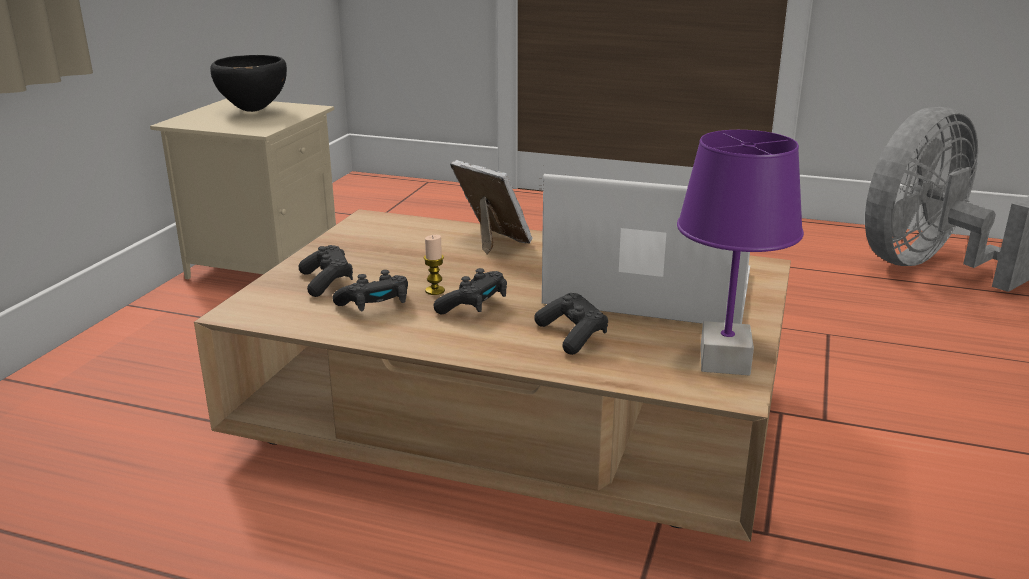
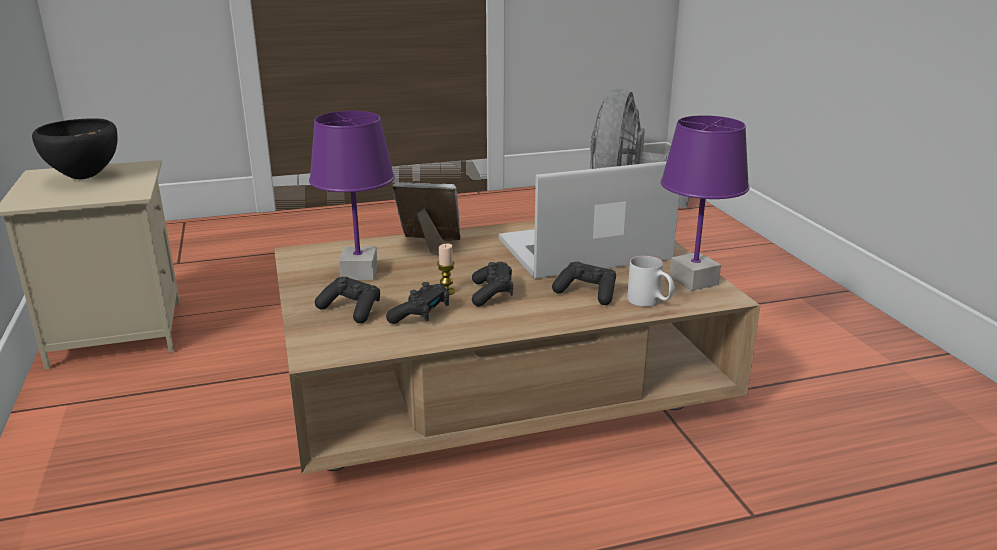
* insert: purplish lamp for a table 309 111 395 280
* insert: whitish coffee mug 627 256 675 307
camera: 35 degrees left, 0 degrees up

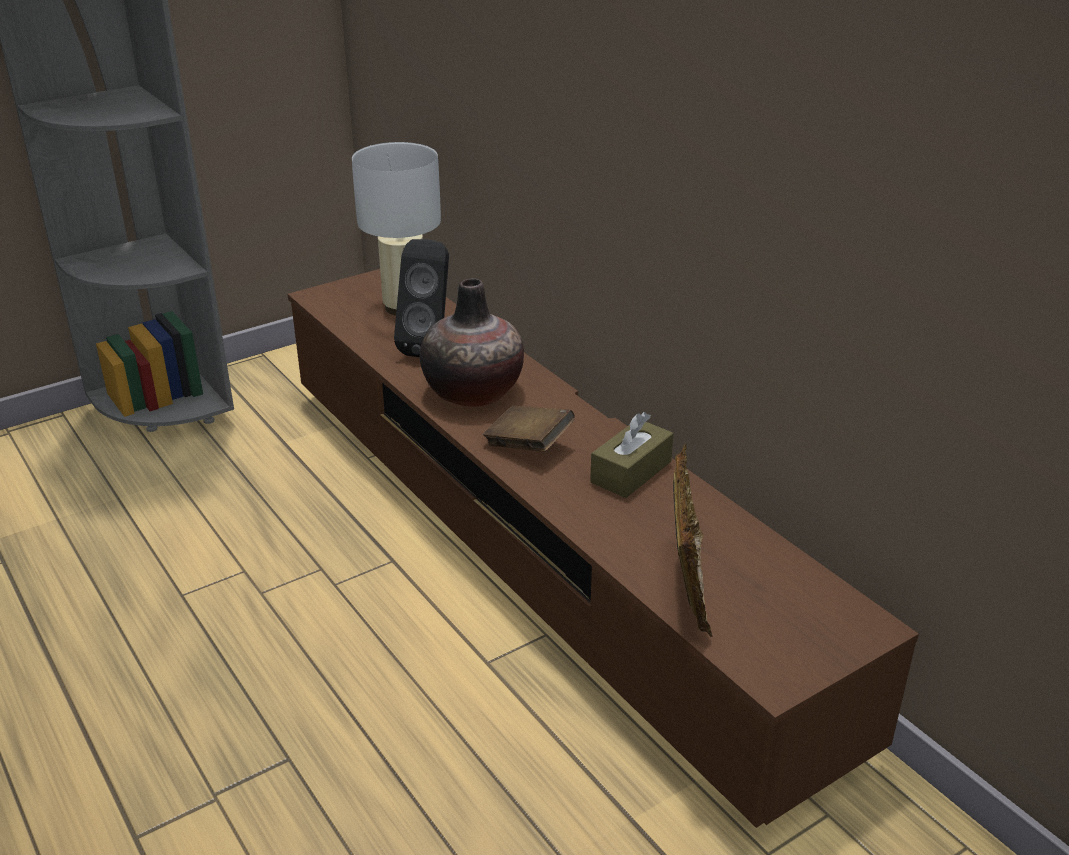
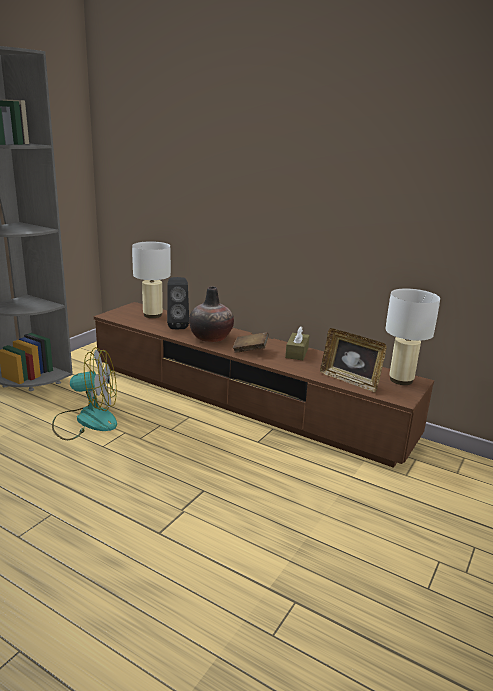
* insert: electric fan 52 347 117 440
* rotate: photo frame 673 444 713 637 = 320 328 386 393 150 degrees clockwise
* insert: whitish lamp for a table 386 288 440 385
camera: 25 degrees left, 10 degrees down

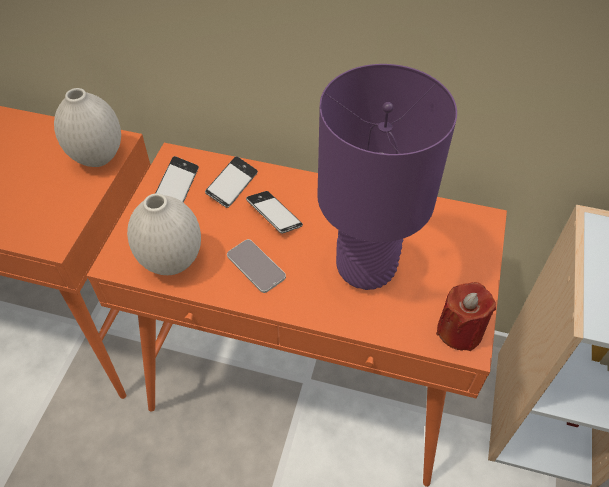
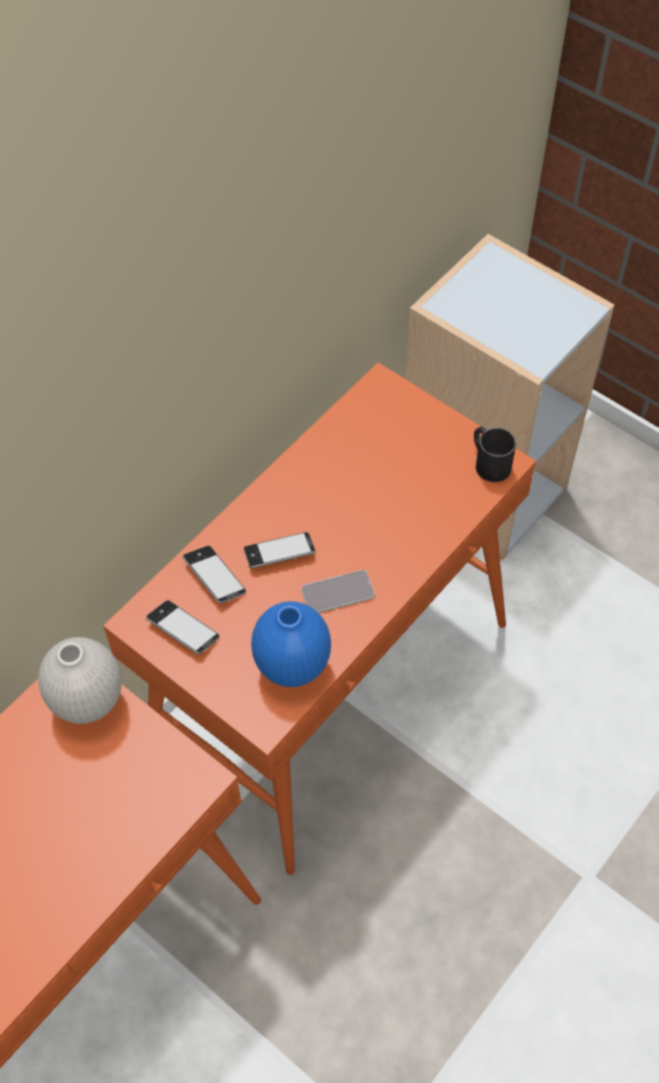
* recolor: whitish decorative vase 127 193 201 275 to bluish decorative vase 251 601 331 687
* replace: red-coloured wax candle 436 282 496 351 to black coffee mug 474 427 516 482
* delete: purplish lamp for a table 317 64 457 290
camera: 65 degrees left, 5 degrees up

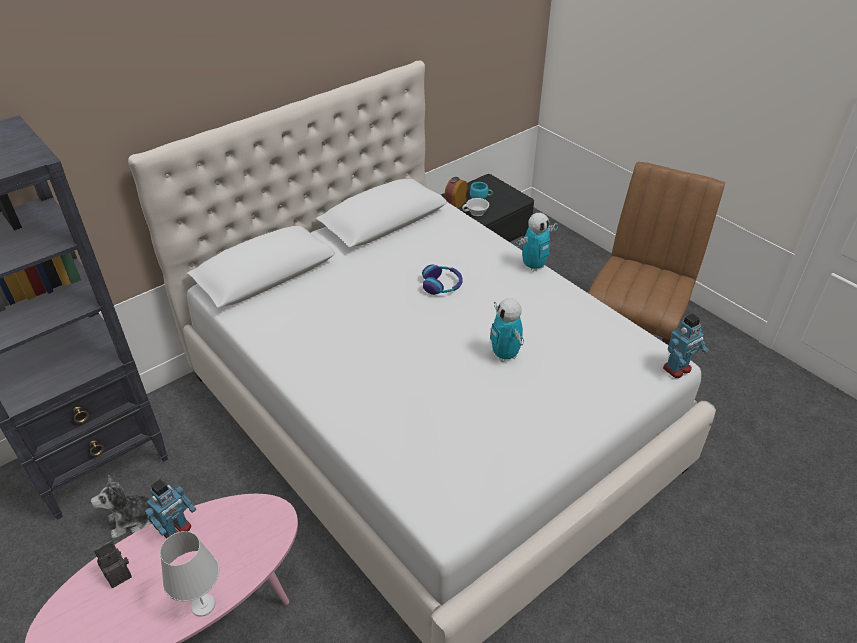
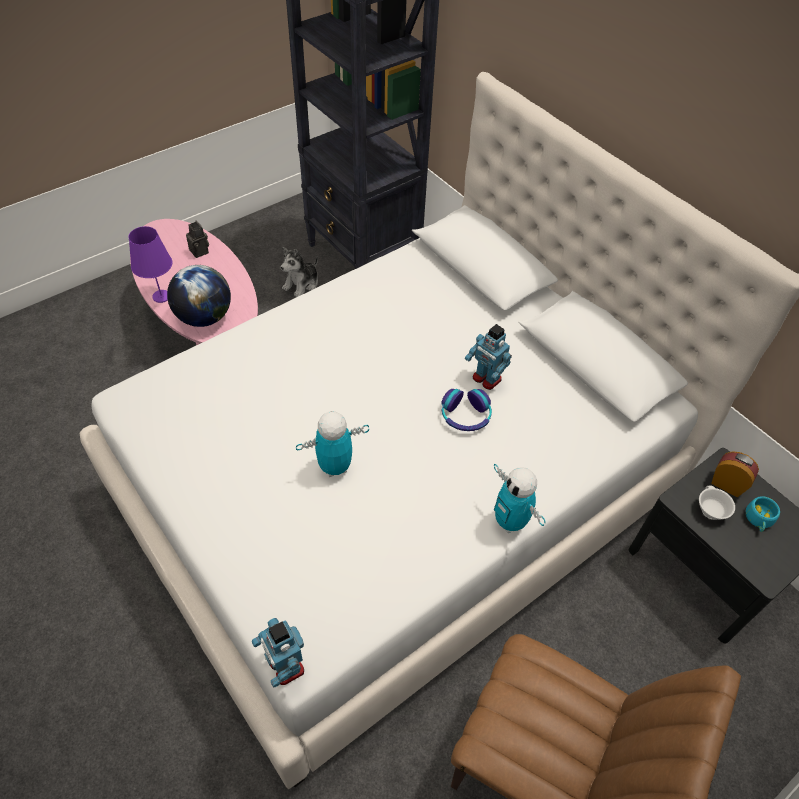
* recolor: whitish lamp for a table 160 531 219 617 to purplish lamp for a table 128 226 173 303
* insert: globe 167 265 231 327
* rotate: plush toy 91 475 151 539 = 281 247 318 297 120 degrees counterclockwise
* move: toy robot 145 479 196 538 to 465 324 512 390
camera: 90 degrees right, 10 degrees up

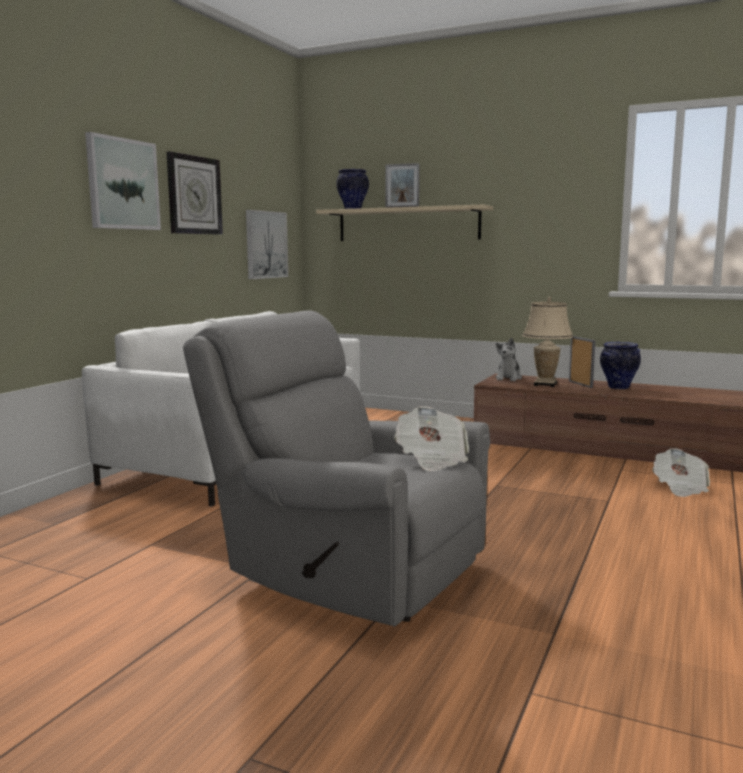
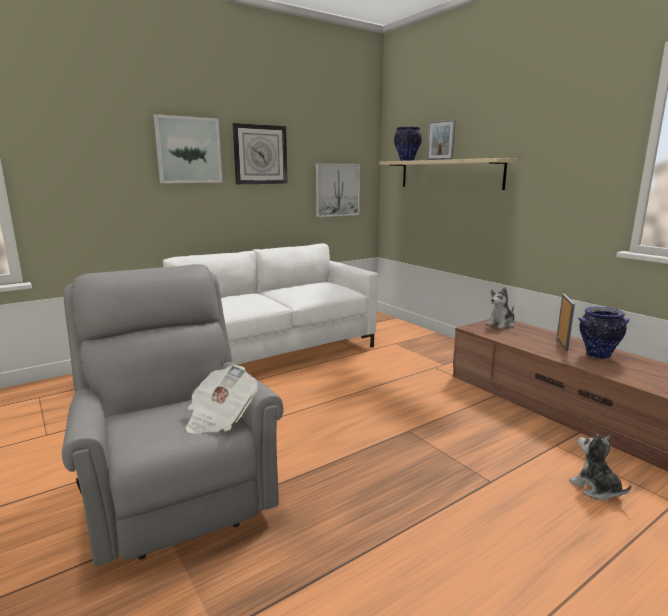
* replace: printed paper 652 448 710 497 to plush toy 569 434 632 500
* delete: sand-coloured lamp for a table 522 297 573 387
camera: 30 degrees right, 5 degrees up

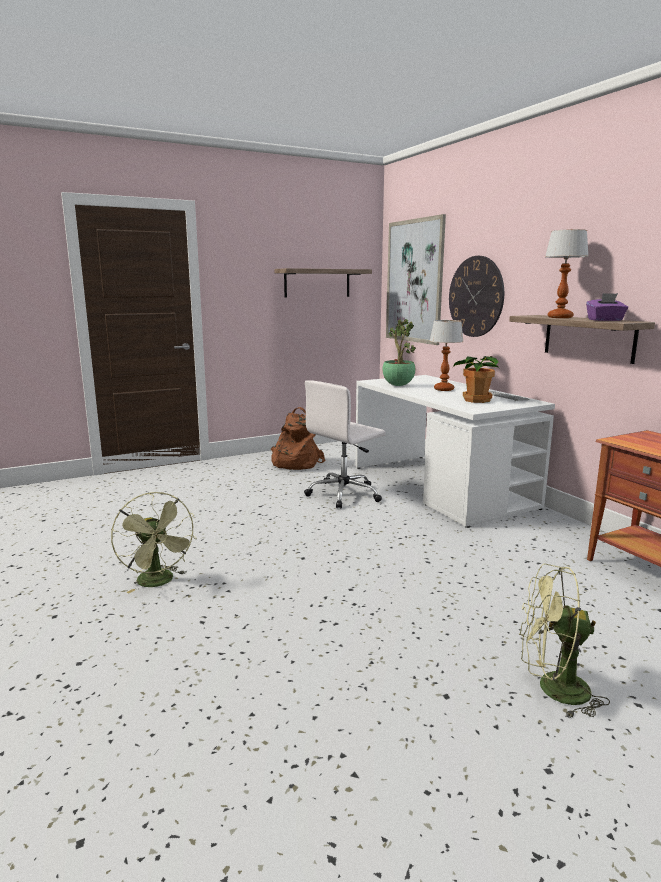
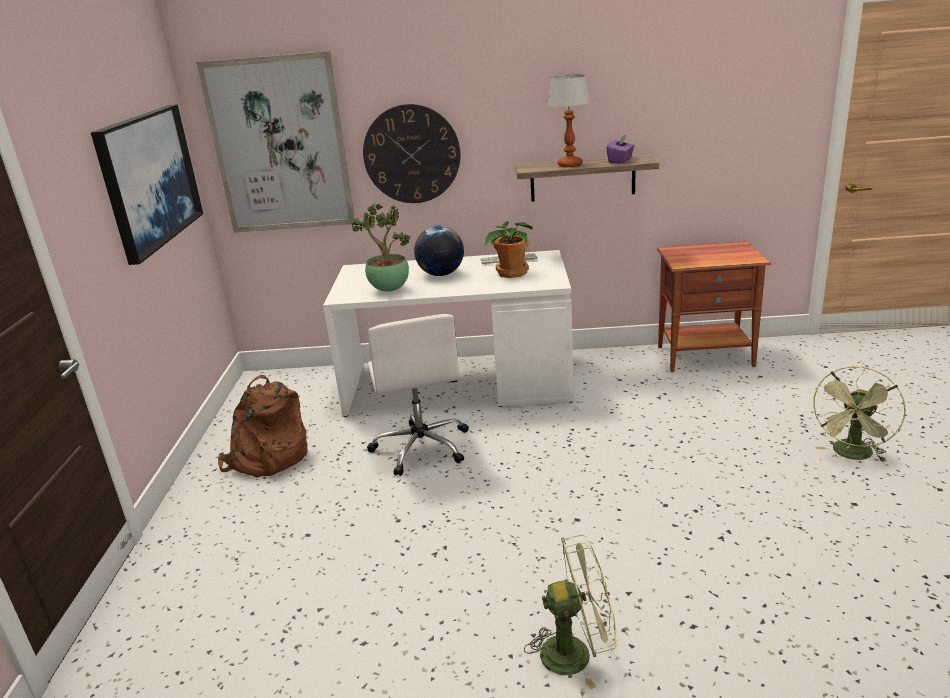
* replace: bracket shelf 274 268 372 298 to picture 91 104 203 265
* replace: lamp for a table 430 320 464 391 to globe 414 226 464 276
camera: 60 degrees left, 10 degrees up

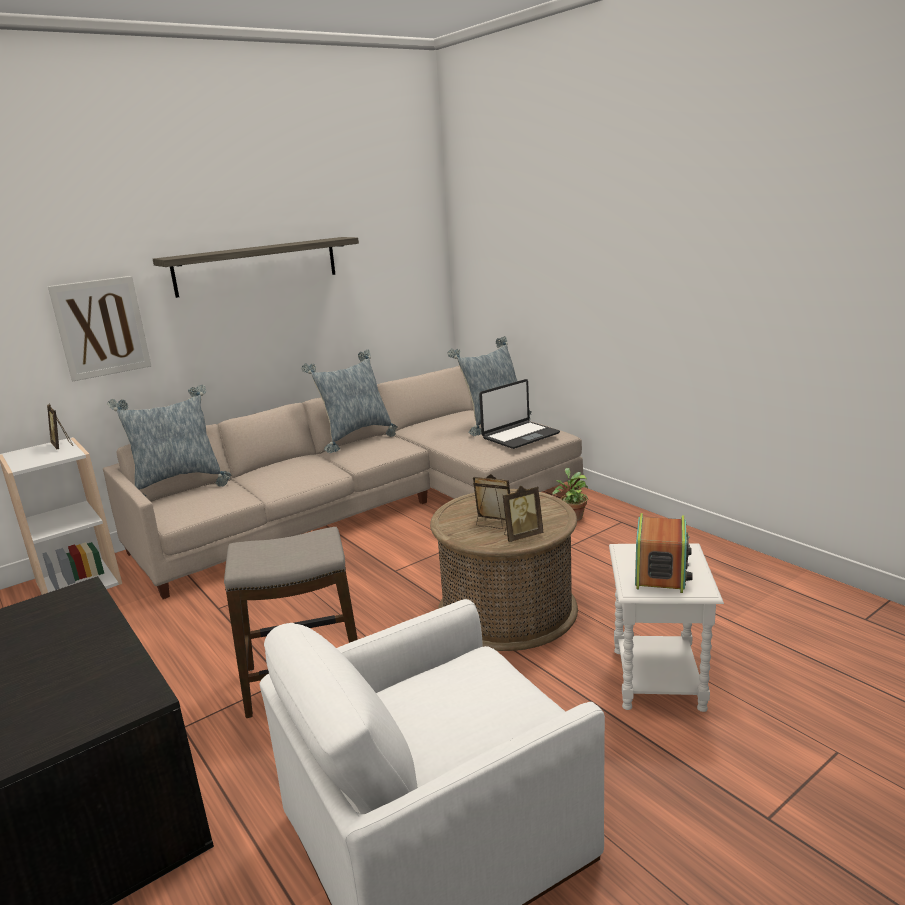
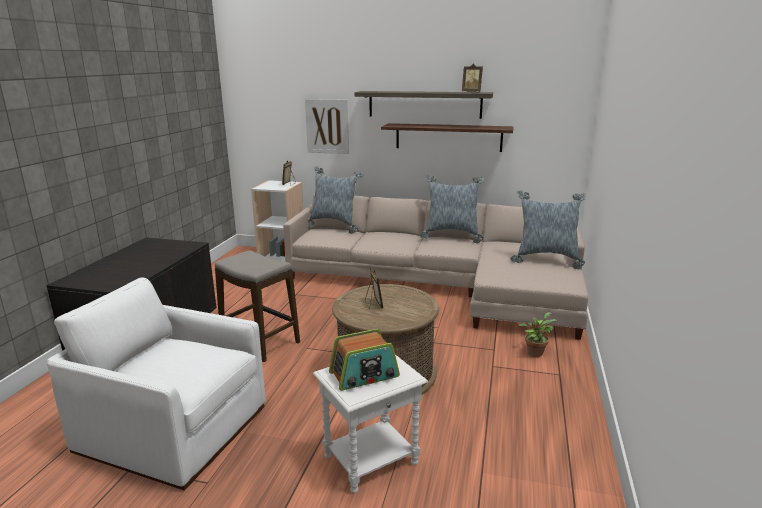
* insert: bracket shelf 381 123 514 152
* move: photo frame 503 486 543 542 to 462 64 483 92
* delete: portable computer 479 379 560 449
camera: 50 degrees right, 0 degrees up

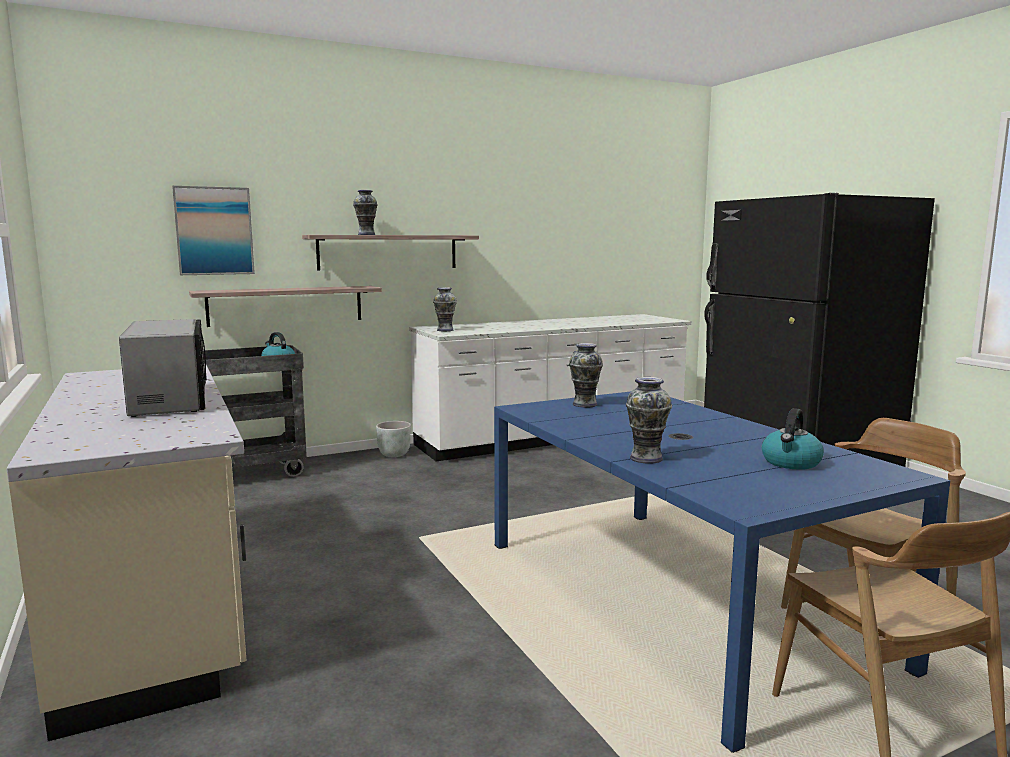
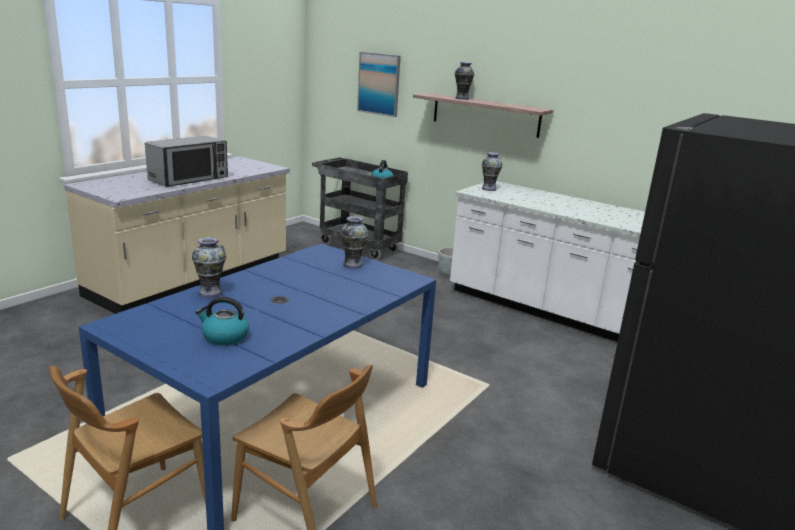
* delete: bracket shelf 189 286 382 327
camera: 60 degrees right, 10 degrees up

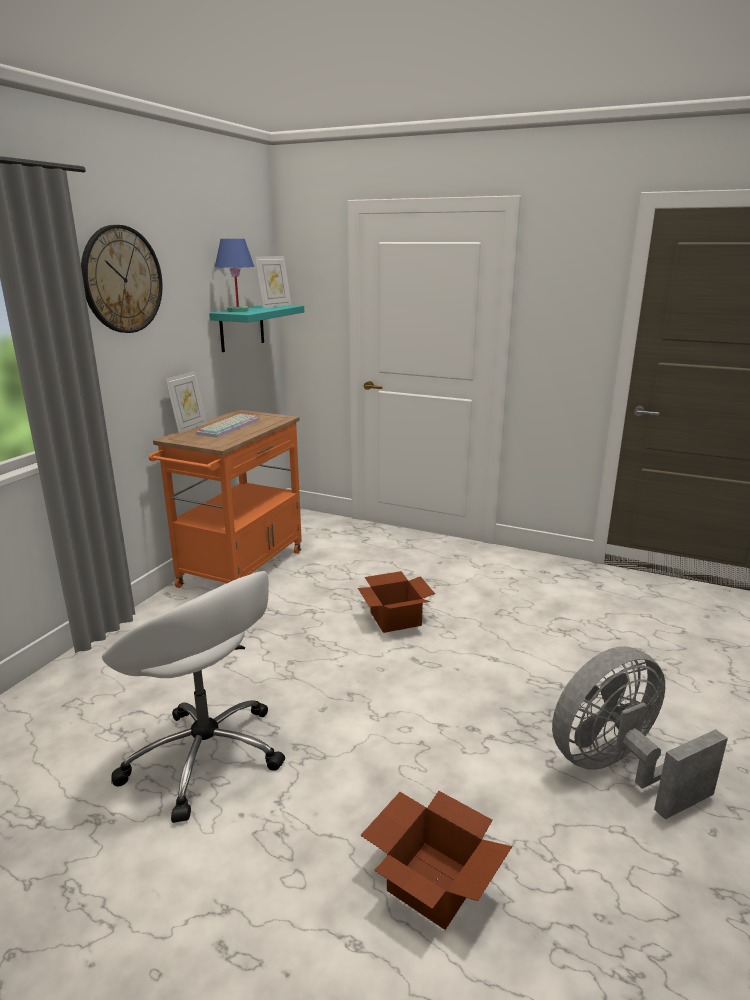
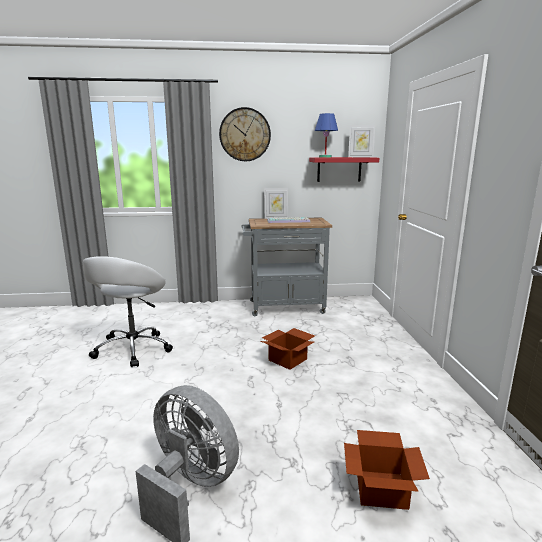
* recolor: orange trolley 149 409 302 588 to gray trolley 241 217 332 316
* recolor: turquoise-coloured bracket shelf 209 305 304 352 to red-coloured bracket shelf 309 157 379 182
* move: cardboard box 360 791 512 930 to 344 430 430 510
camera: 60 degrees right, 5 degrees down

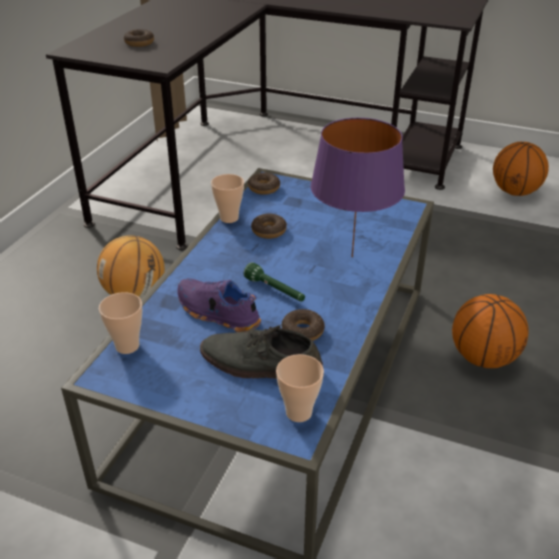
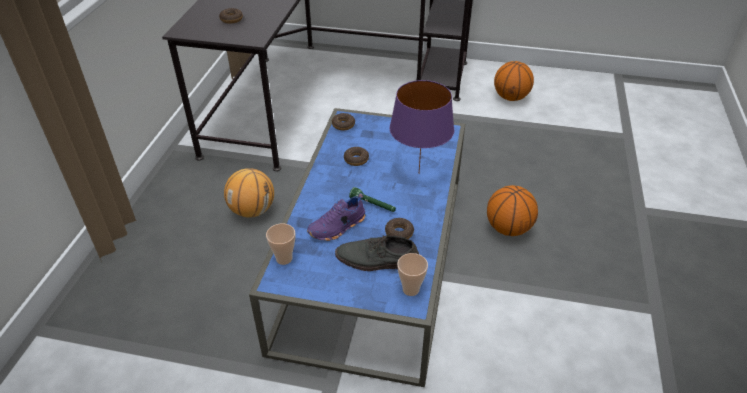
* rotate: purplish shoe 177 278 261 332 = 307 193 366 241 60 degrees counterclockwise
* delete: cup 211 174 244 223
camera: 10 degrees left, 5 degrees up

